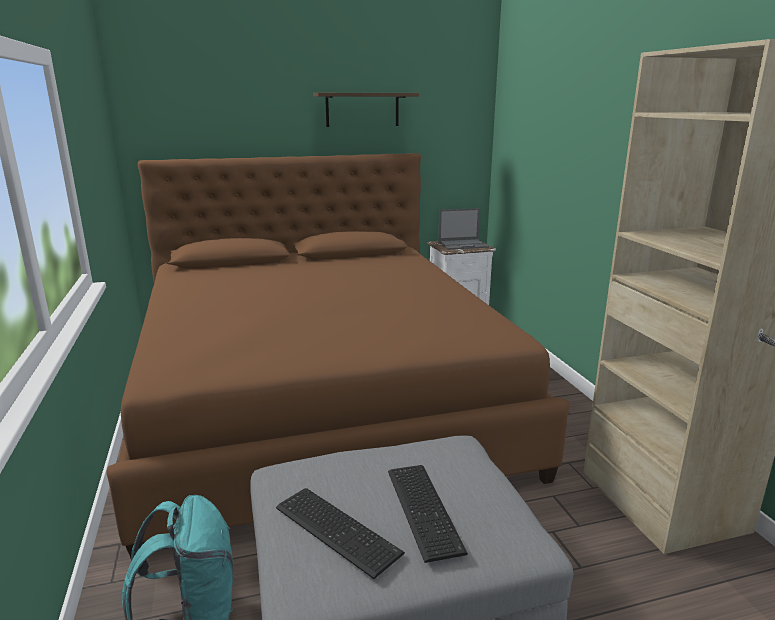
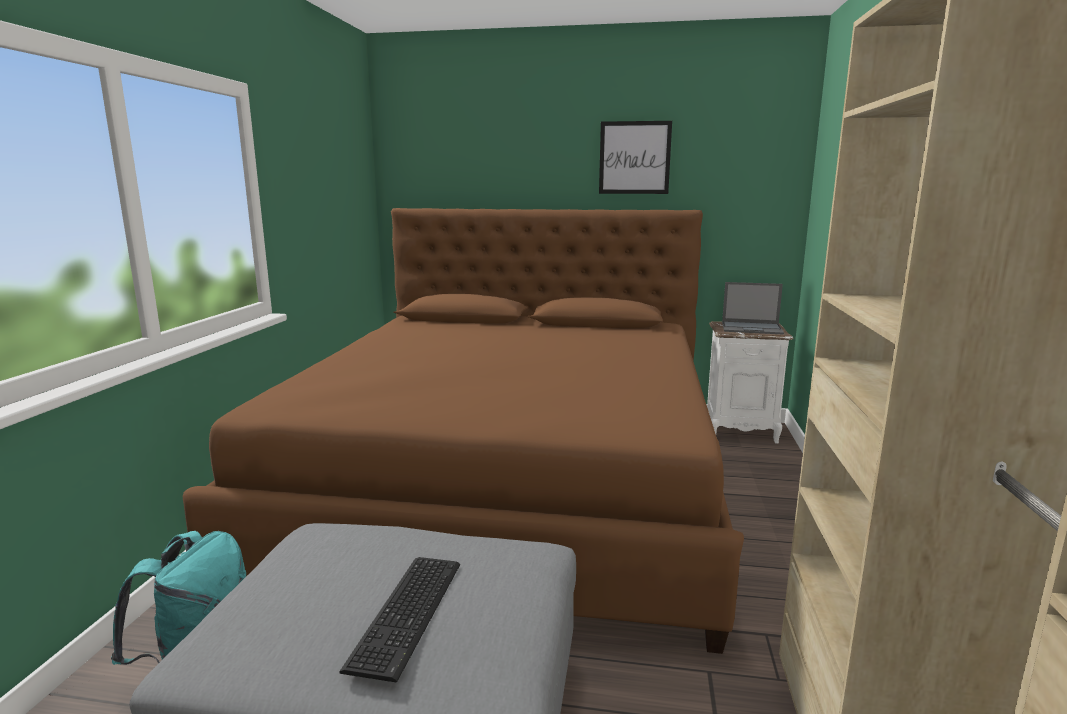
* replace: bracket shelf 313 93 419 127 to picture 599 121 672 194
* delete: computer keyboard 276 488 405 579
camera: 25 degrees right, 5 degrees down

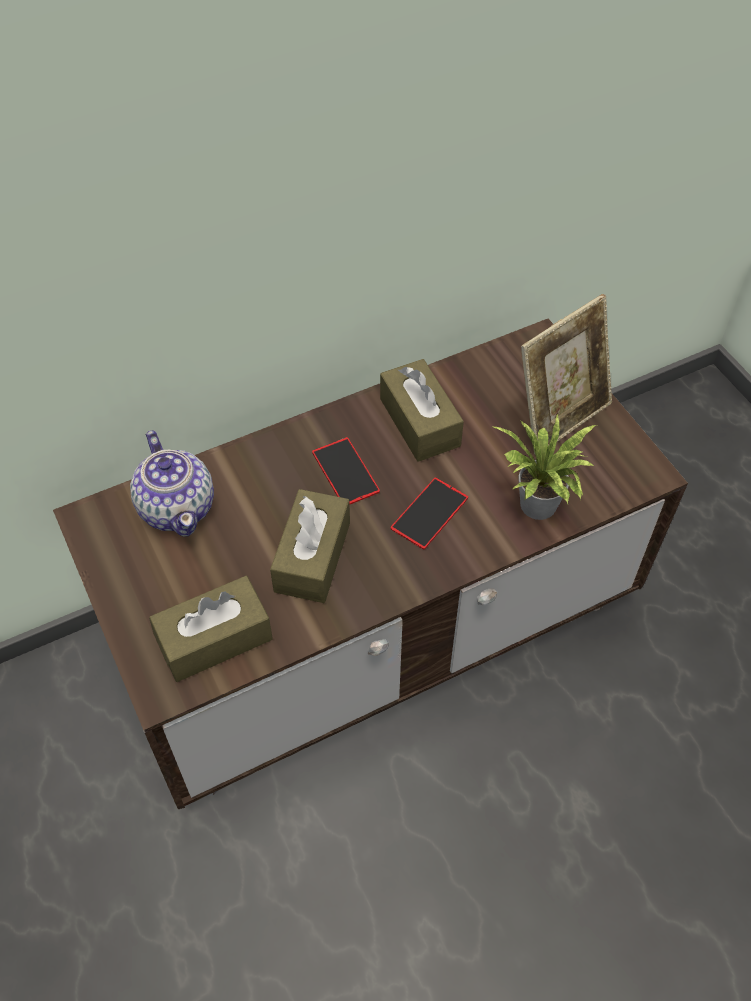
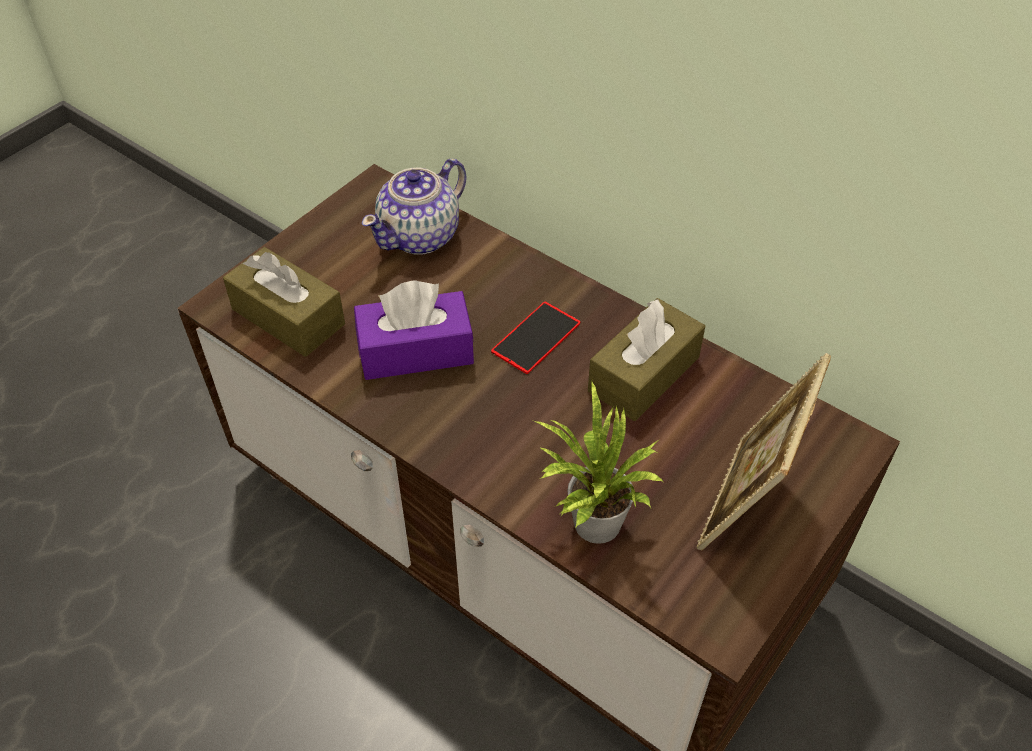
* recolor: brown tissue box 270 489 350 603 to purplish tissue box 354 280 474 380
* rotate: photo frame 521 294 612 455 = 697 353 831 550 90 degrees clockwise
* delete: handset 391 477 468 550
camera: 65 degrees right, 5 degrees down

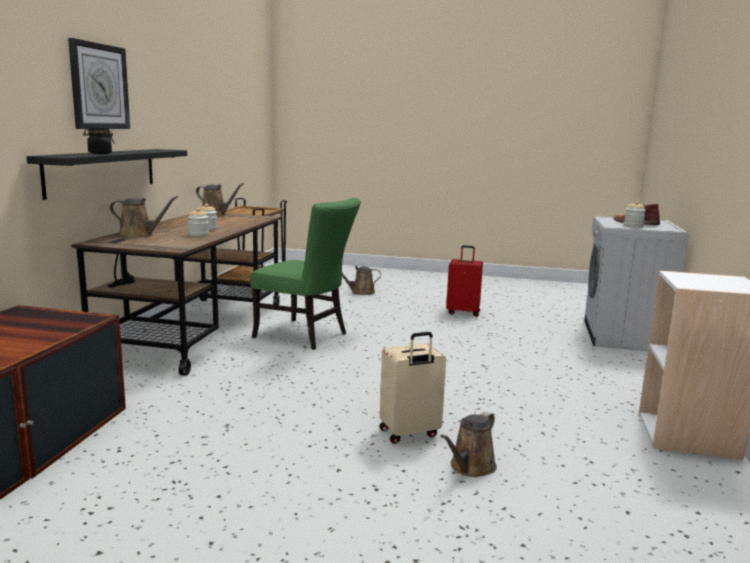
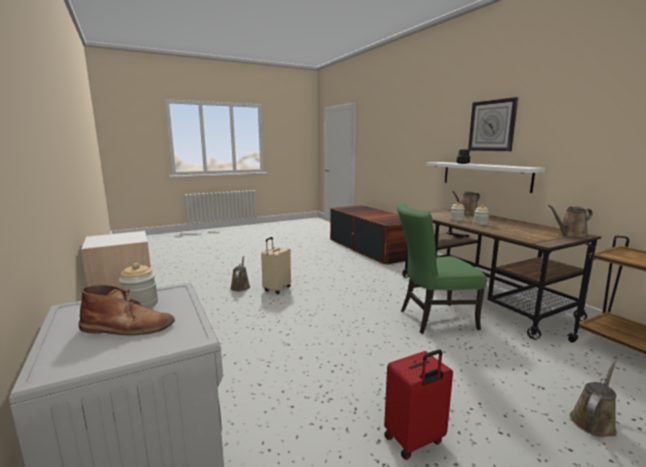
* recolor: black bracket shelf 27 149 187 200 to whitish bracket shelf 426 162 545 193
camera: 140 degrees right, 0 degrees up

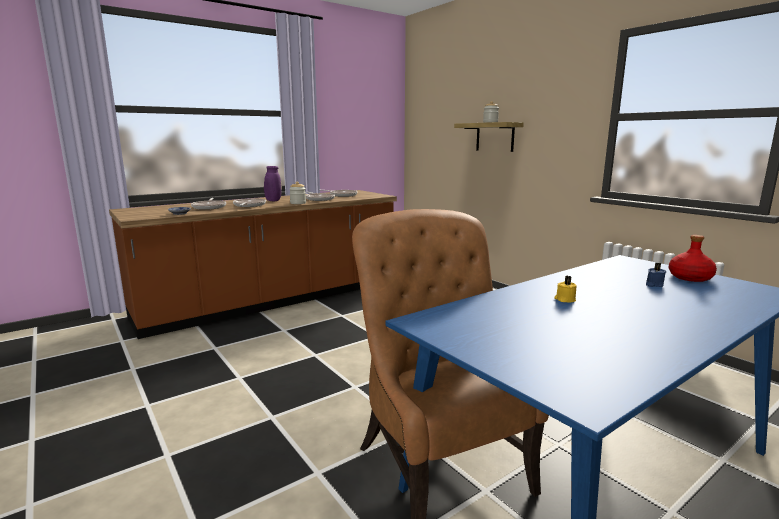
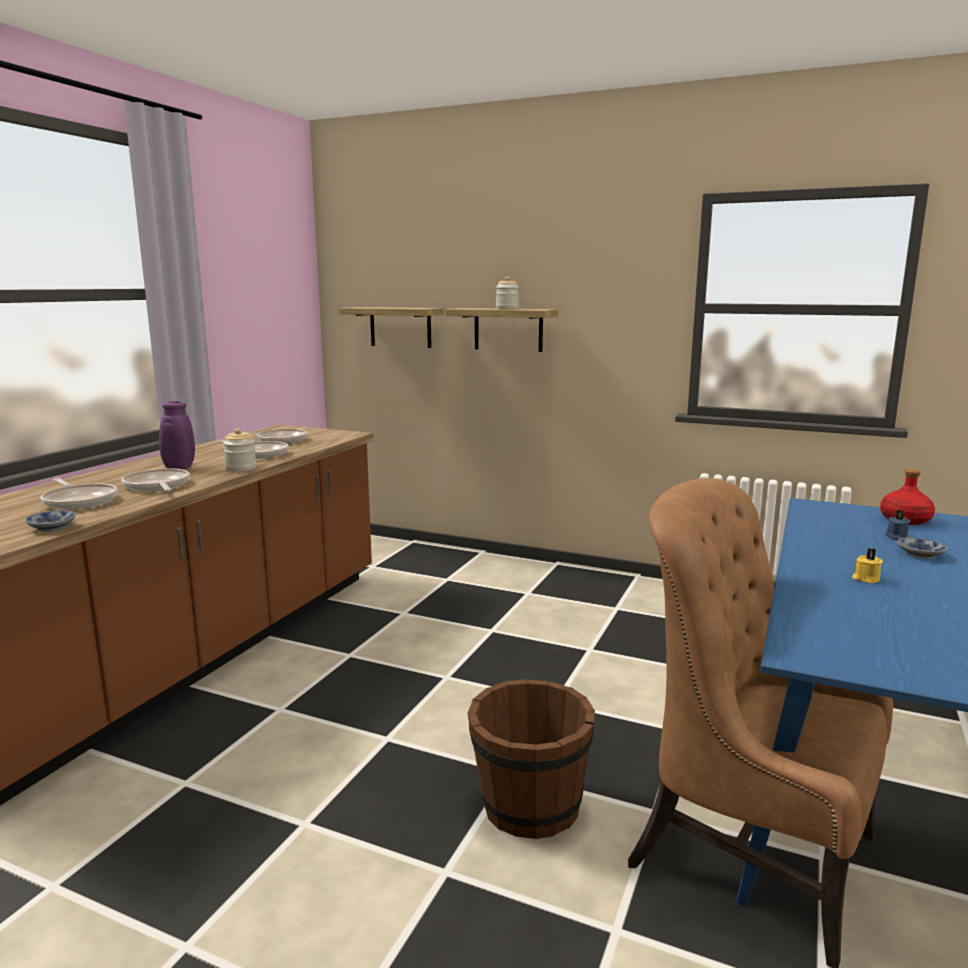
* insert: bracket shelf 339 307 444 348
* insert: brown bucket 467 679 595 839
* insert: serving bowl 897 537 947 559
camera: 30 degrees left, 0 degrees up

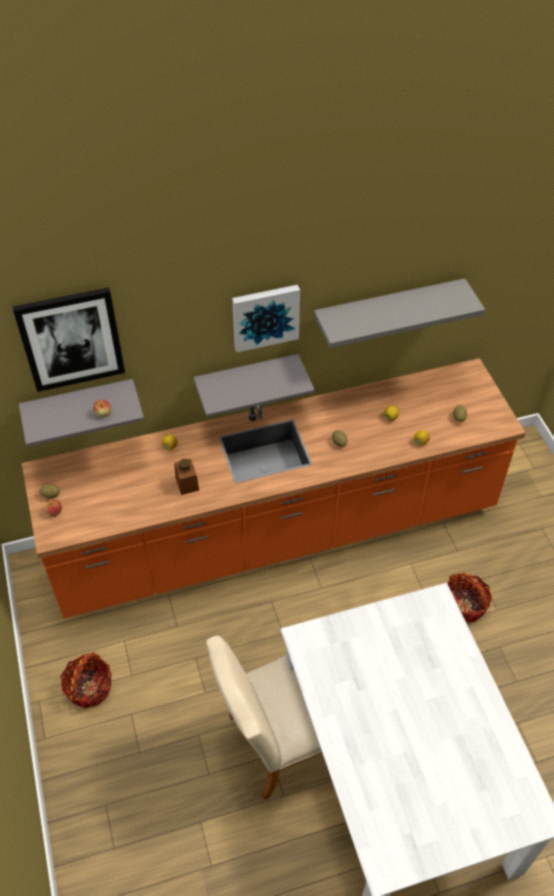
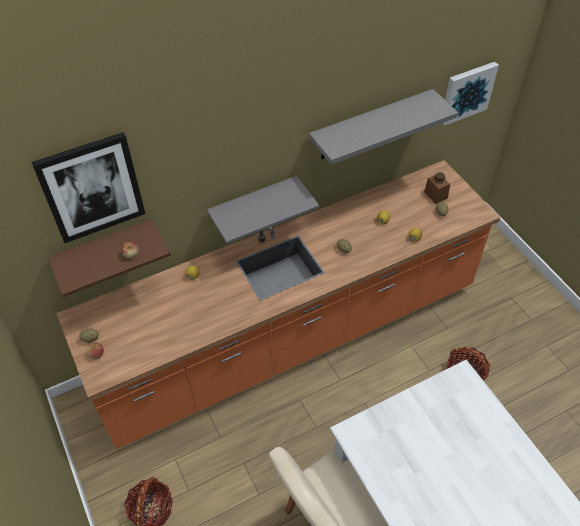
* recolor: gray bracket shelf 19 379 144 447 to brown bracket shelf 47 219 171 297
* move: brown preserve jar 174 459 199 495 to 424 172 450 204
* move: picture 232 285 300 352 to 442 62 499 126
camera: 10 degrees left, 0 degrees up

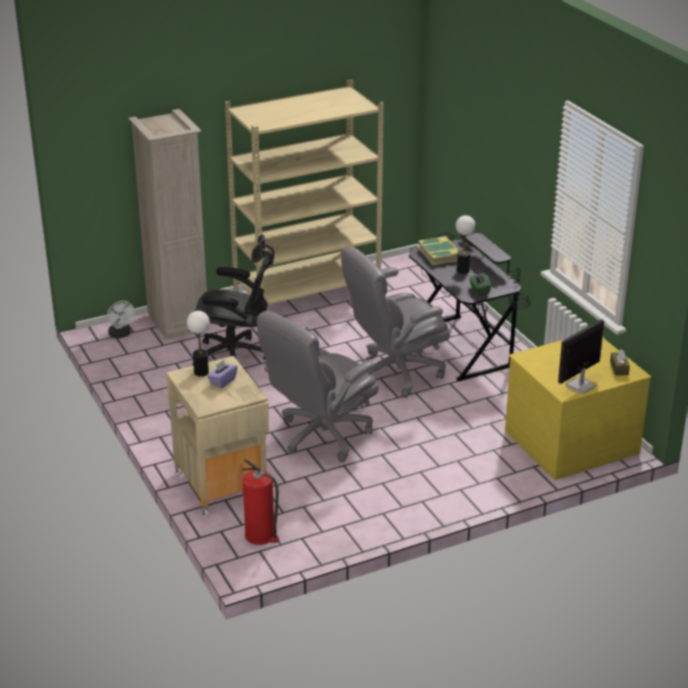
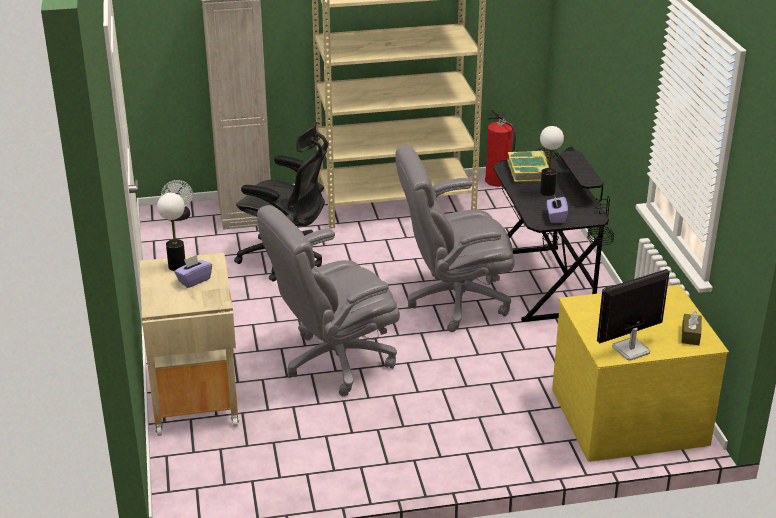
* move: fire extinguisher 242 459 279 545 to 485 109 516 187
* recolor: greenish tissue box 470 273 491 296 to purplish tissue box 547 197 568 223
camera: 15 degrees right, 0 degrees up

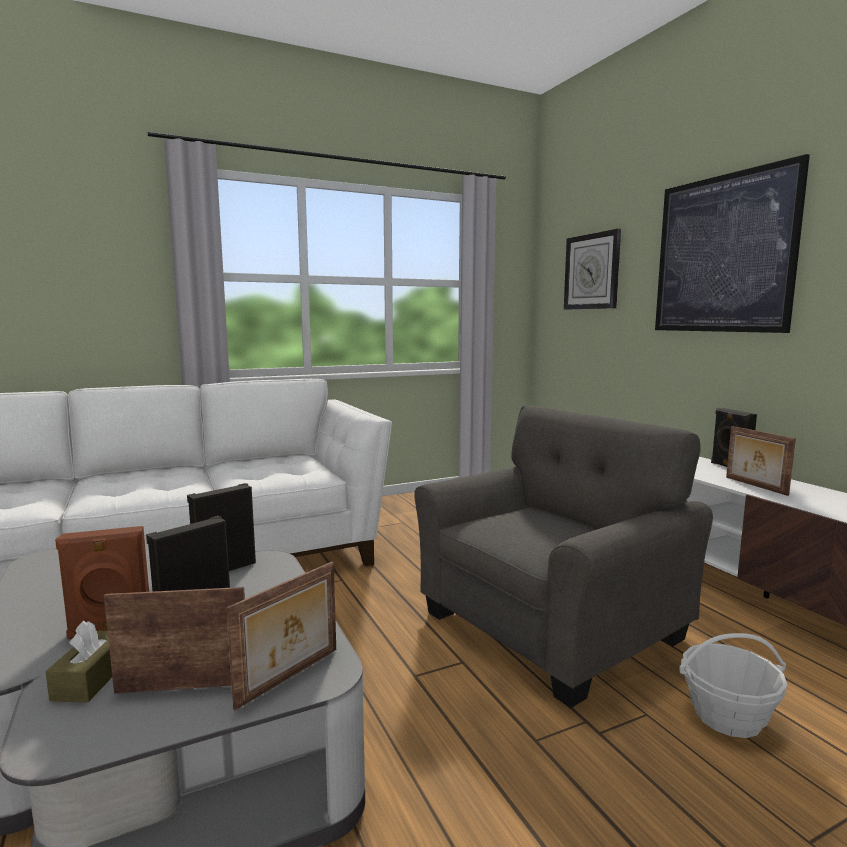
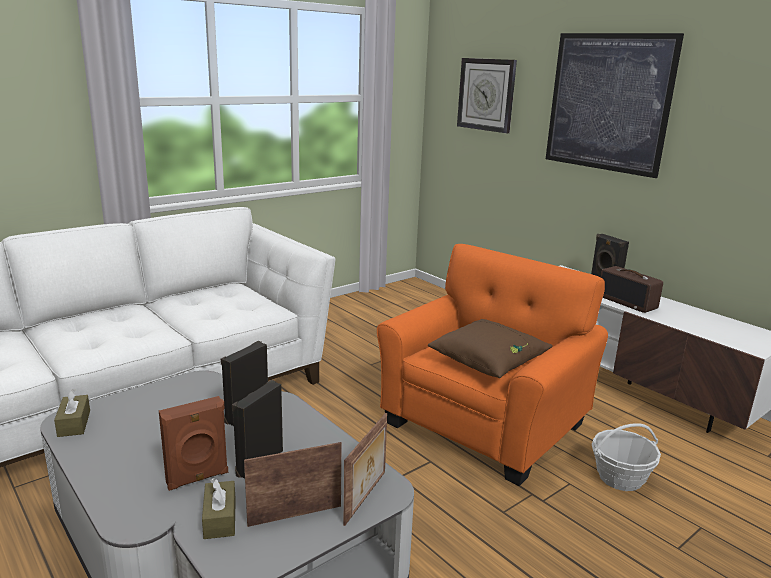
* insert: brown tissue box 54 389 90 437
* recolor: gray lounge chair 414 406 713 708 to orange lounge chair 377 244 608 486
* insert: brown cushion 428 319 553 378
* replace: photo frame 726 426 796 496 to radio receiver 600 266 663 313
camera: 15 degrees left, 10 degrees up

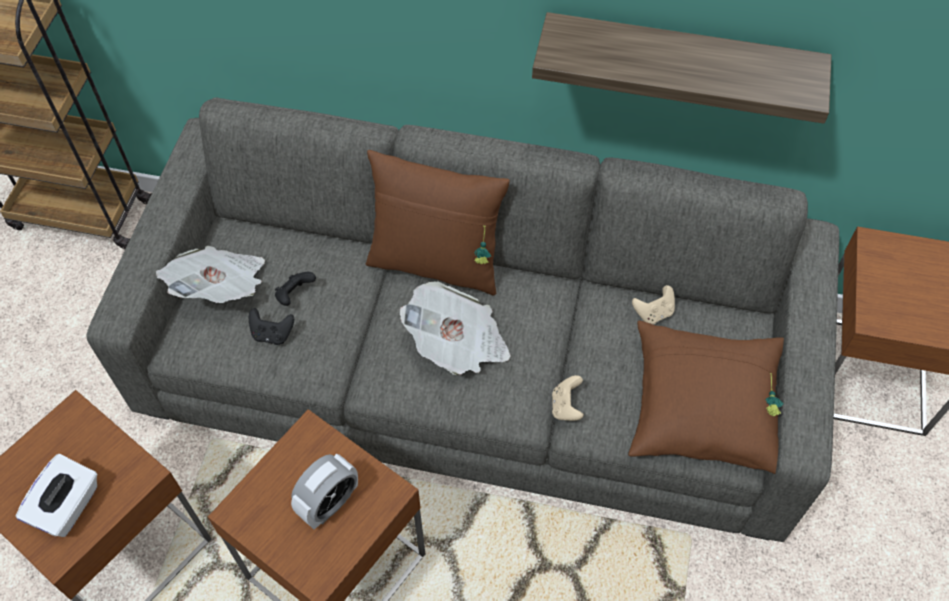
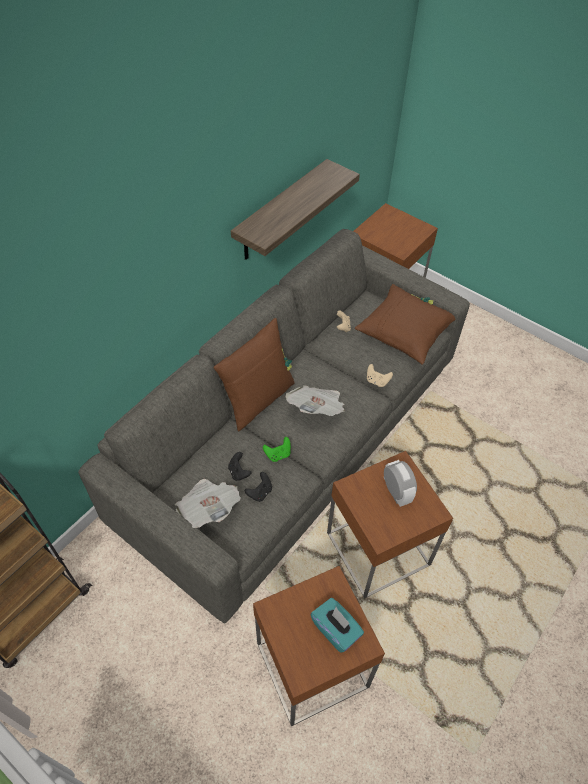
* insert: greenish gamepad 263 437 291 462
* recolor: whitish tissue box 16 454 97 537 to turquoise-coloured tissue box 311 598 364 653
camera: 65 degrees left, 5 degrees down

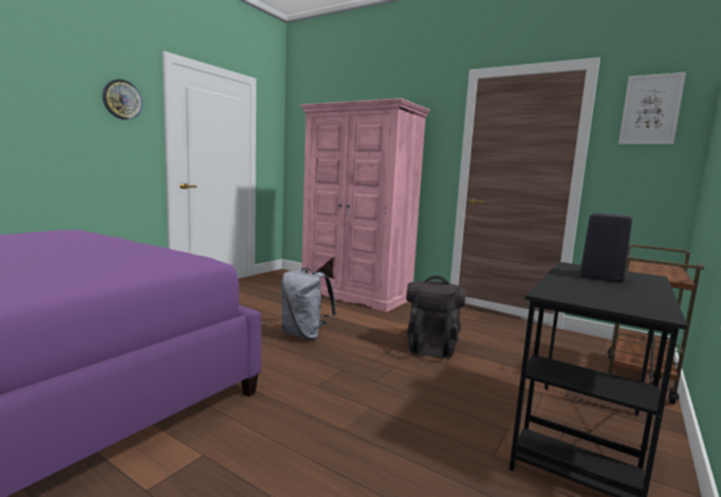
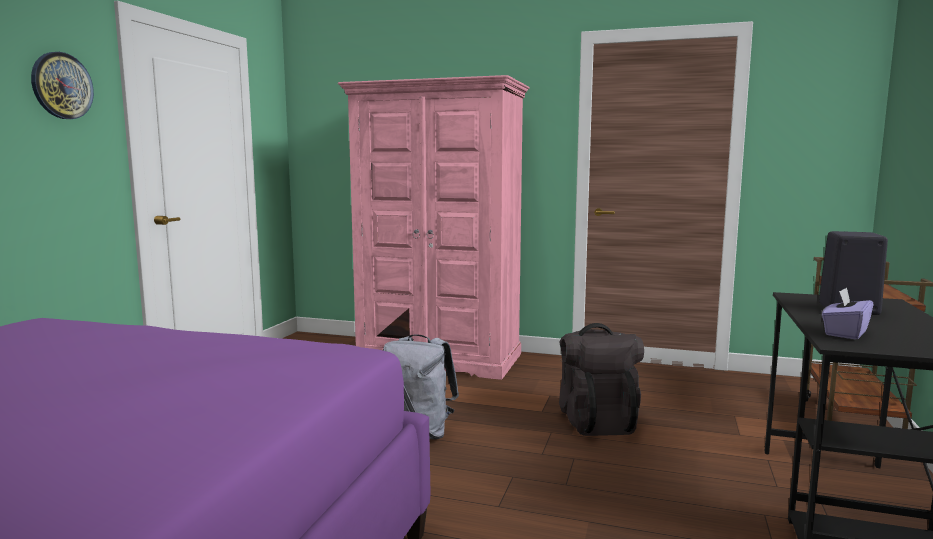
* insert: purplish tissue box 822 287 874 340
* delete: picture 618 72 686 144
camera: 15 degrees left, 0 degrees up

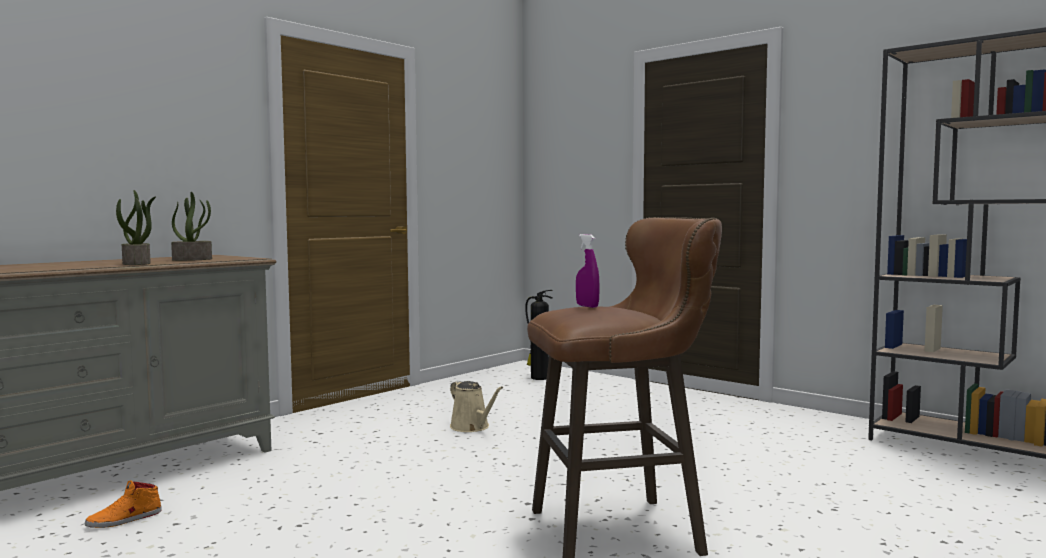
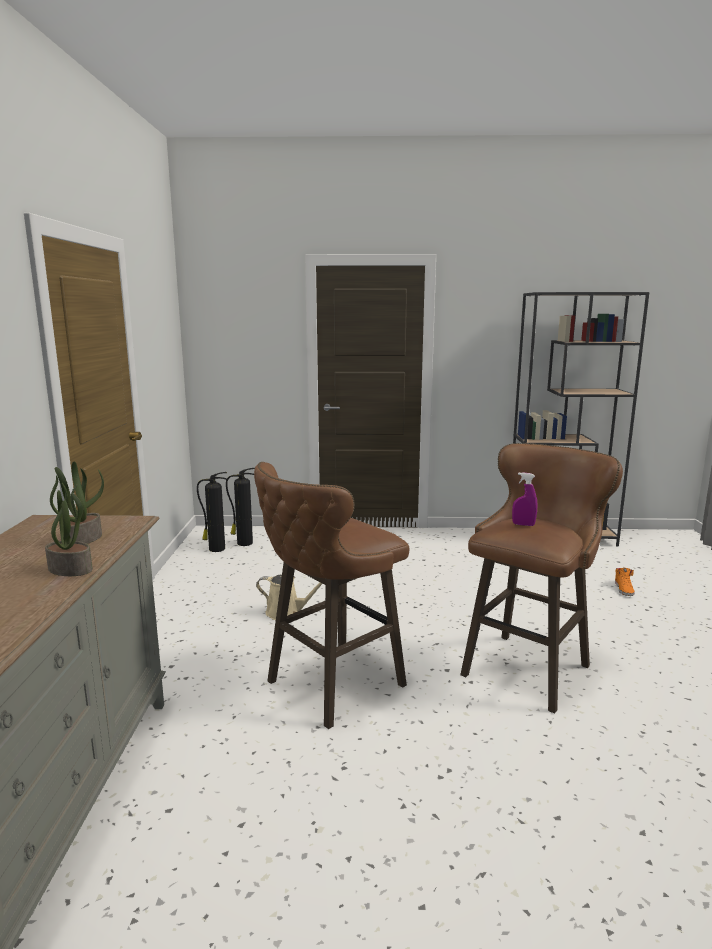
* insert: fire extinguisher 197 472 227 552
* insert: brown stool seat 254 462 409 729
* move: orange shoe 85 480 162 528 to 615 568 635 596
camera: 40 degrees left, 10 degrees up

